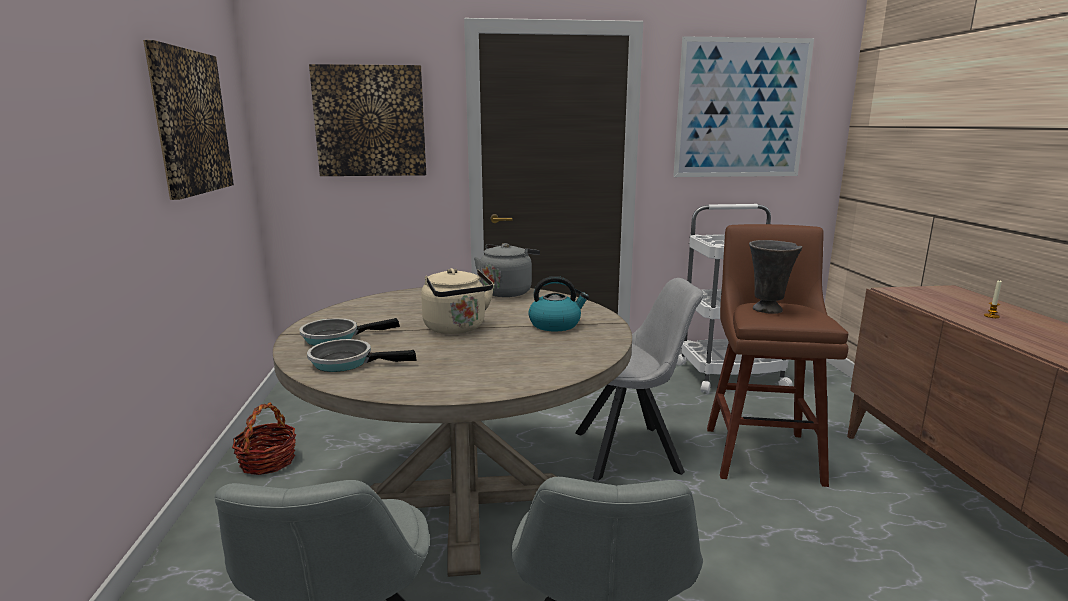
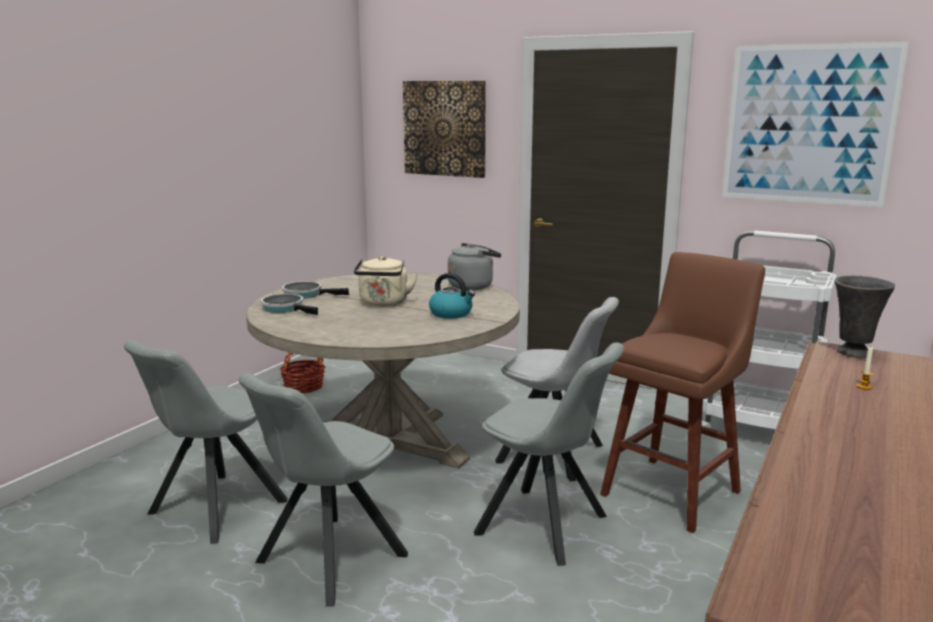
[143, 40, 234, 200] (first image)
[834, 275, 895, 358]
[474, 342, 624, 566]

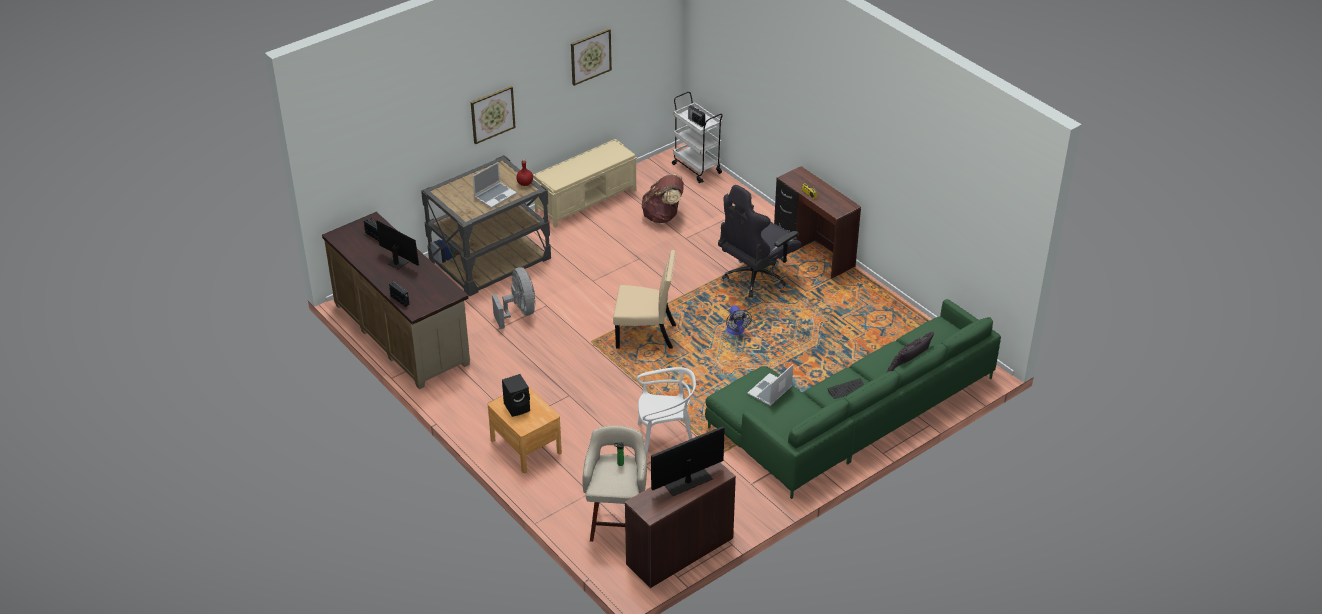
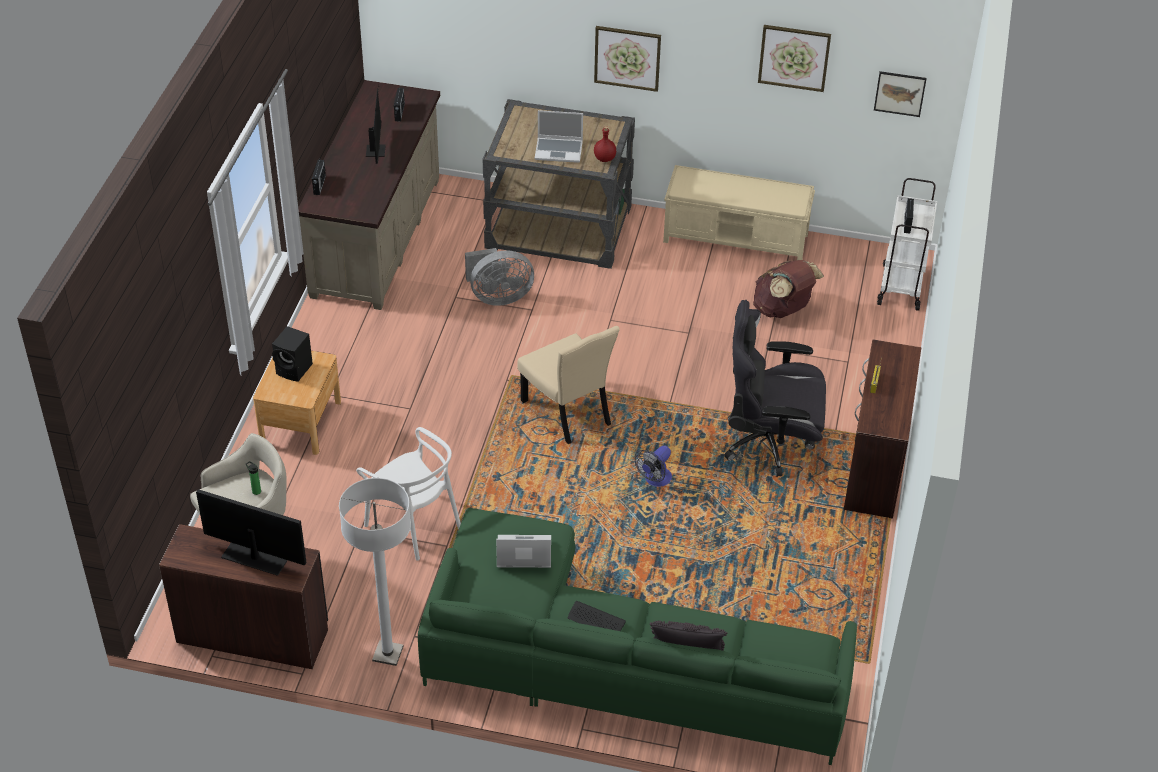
[465, 248, 534, 306]
[339, 478, 411, 666]
[874, 71, 927, 117]

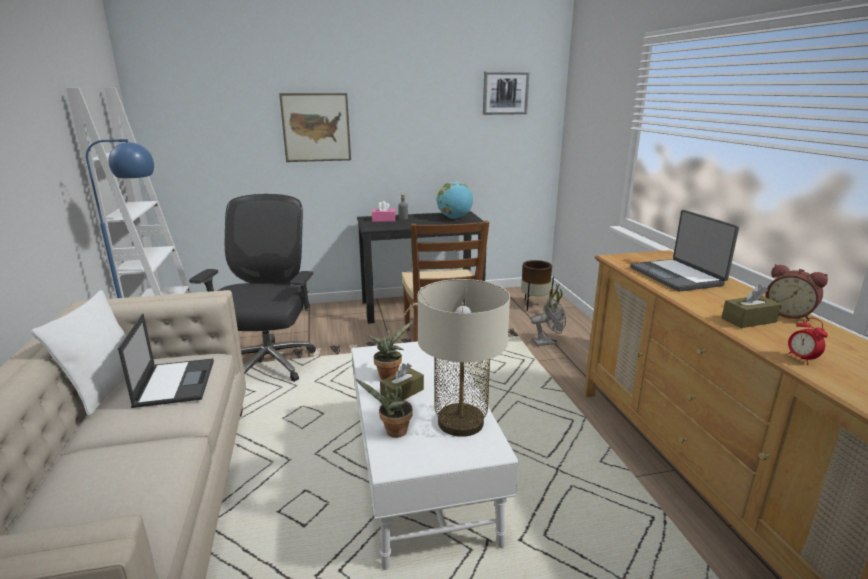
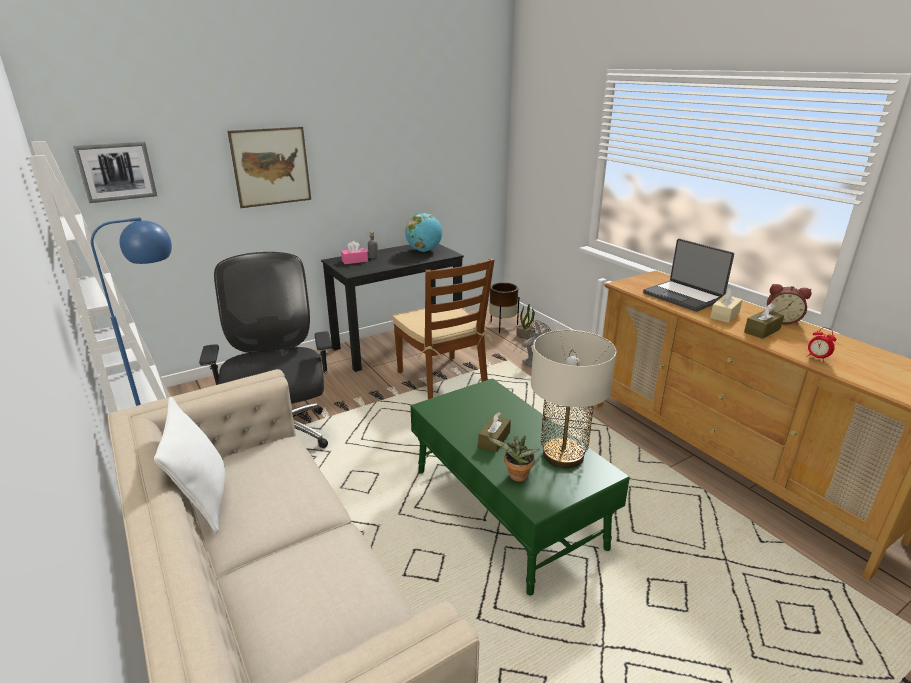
[118, 314, 214, 408] (first image)
[410, 378, 630, 596]
[368, 321, 413, 380] (first image)
[73, 142, 157, 203]
[710, 288, 743, 323]

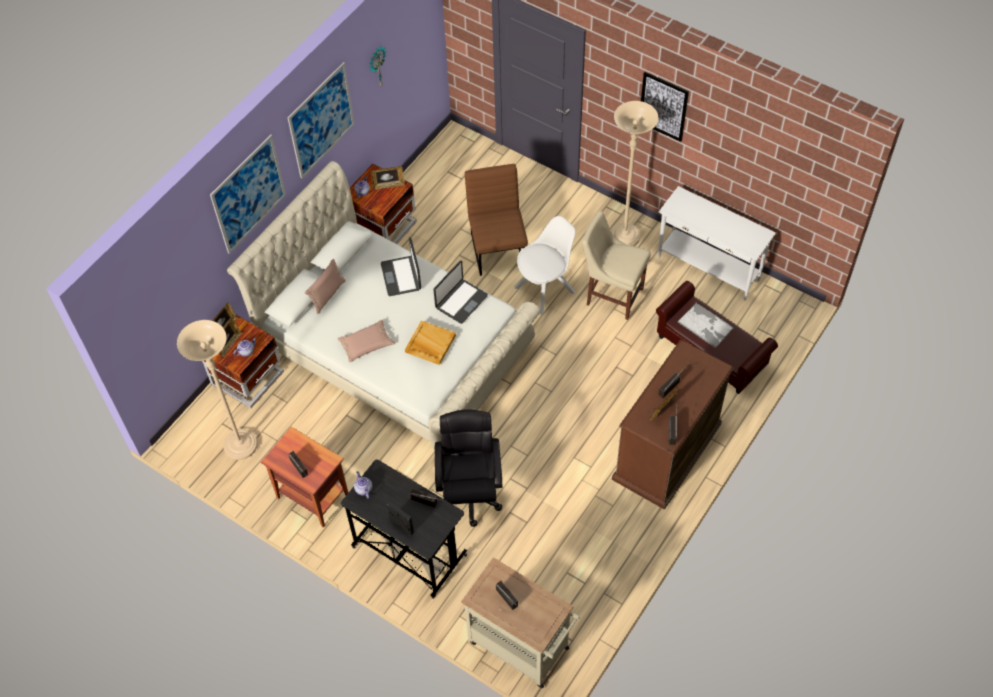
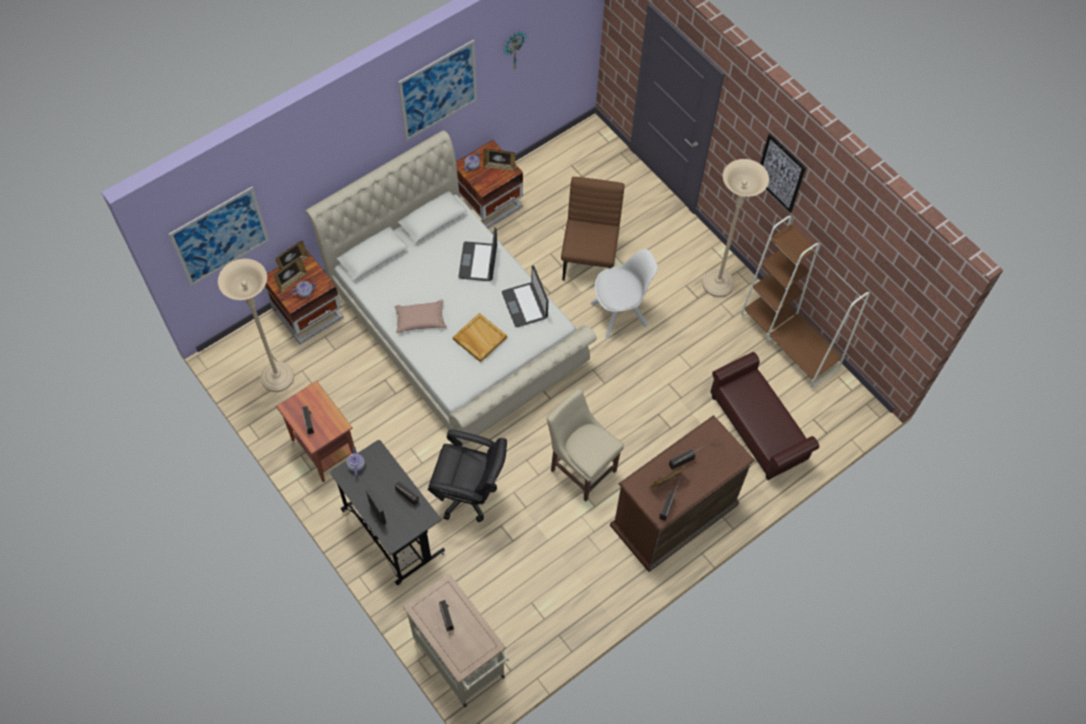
[169, 187, 269, 286]
[305, 259, 346, 314] (first image)
[502, 265, 548, 327]
[428, 430, 507, 522]
[547, 389, 624, 501]
[741, 216, 870, 387]
[677, 303, 734, 348] (first image)

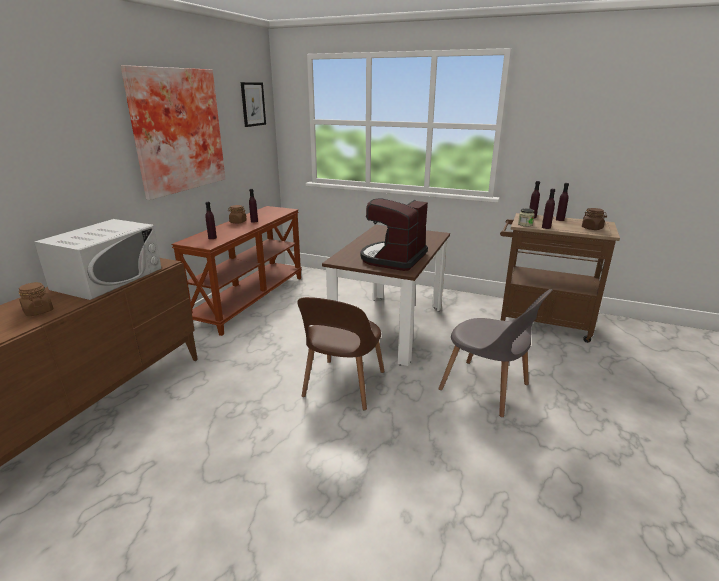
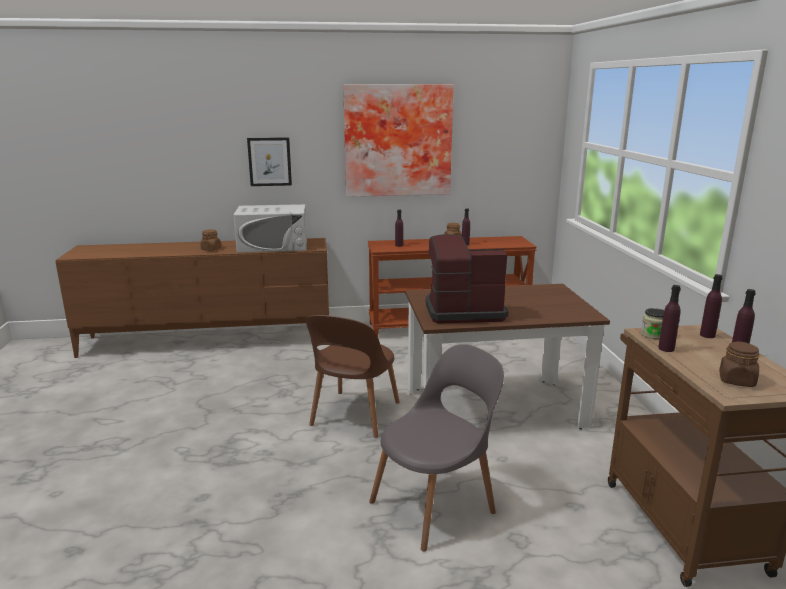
[247, 137, 292, 186]
[306, 315, 400, 438]
[369, 344, 504, 551]

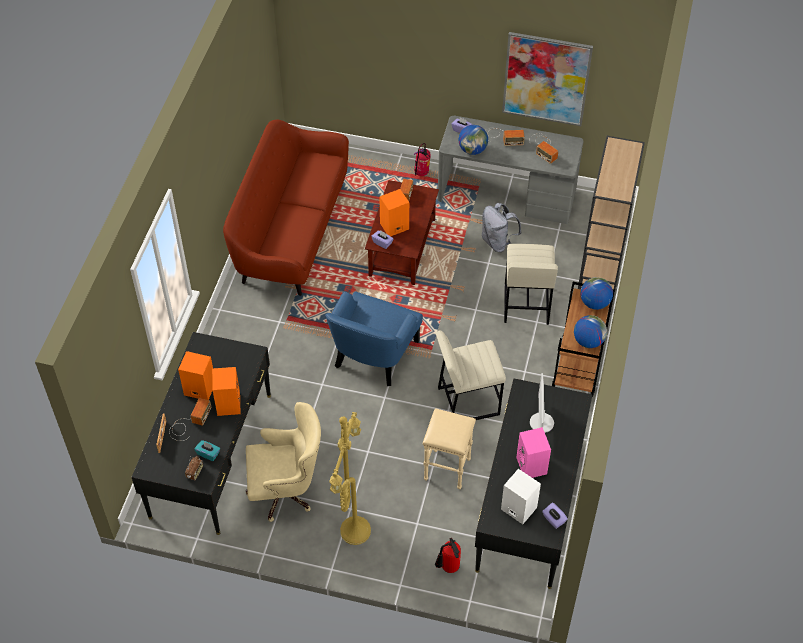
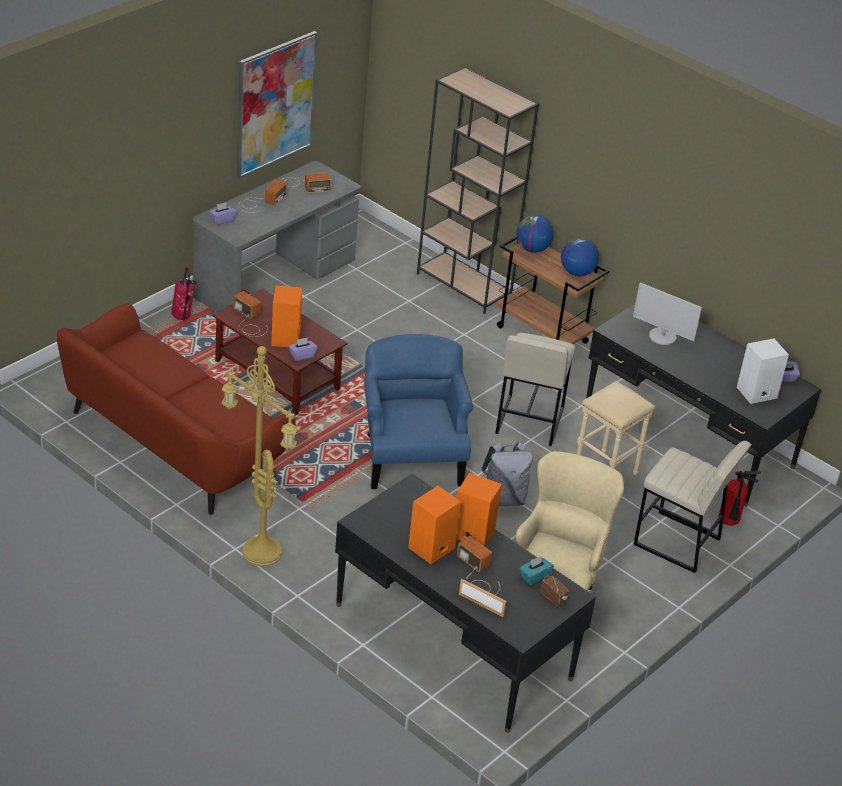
[364, 334, 474, 489]
[221, 346, 298, 566]
[458, 125, 488, 155] (first image)
[481, 442, 533, 506]
[633, 441, 752, 573]
[516, 427, 551, 478] (first image)

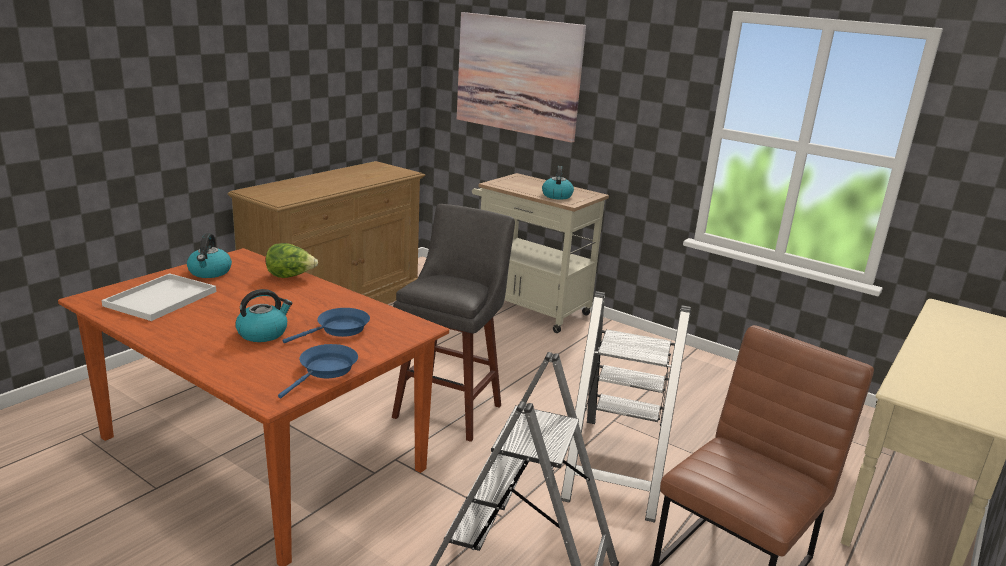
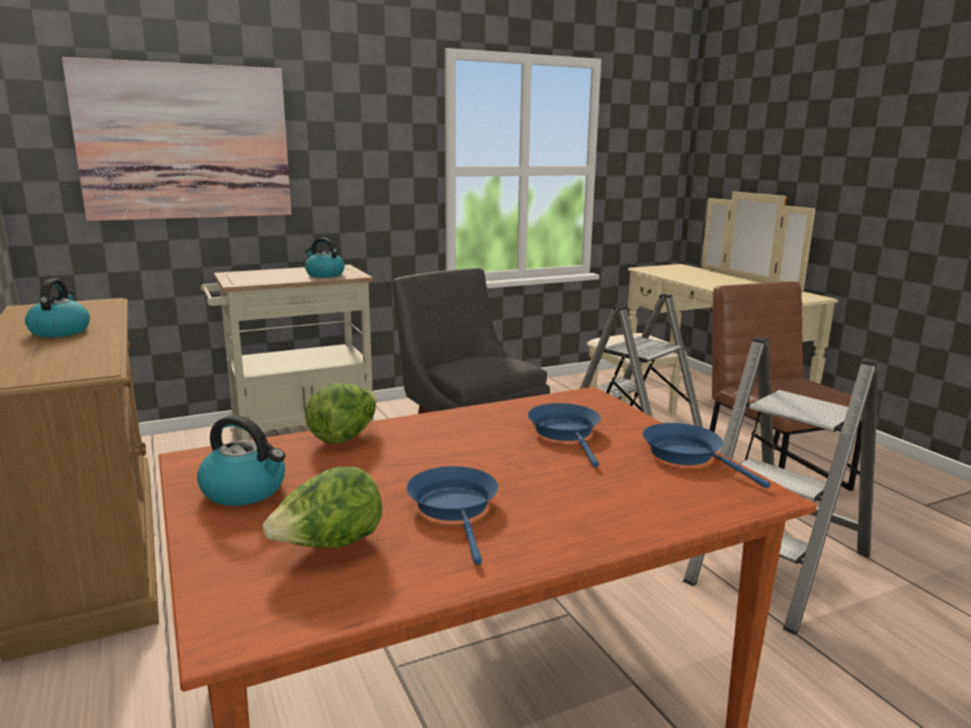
[263, 467, 382, 548]
[25, 279, 90, 337]
[406, 466, 498, 565]

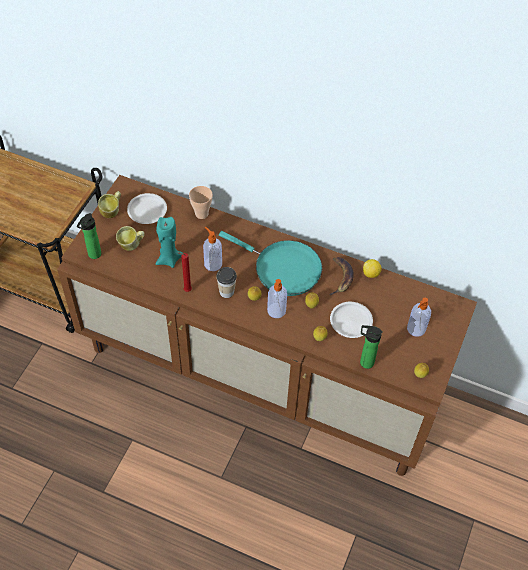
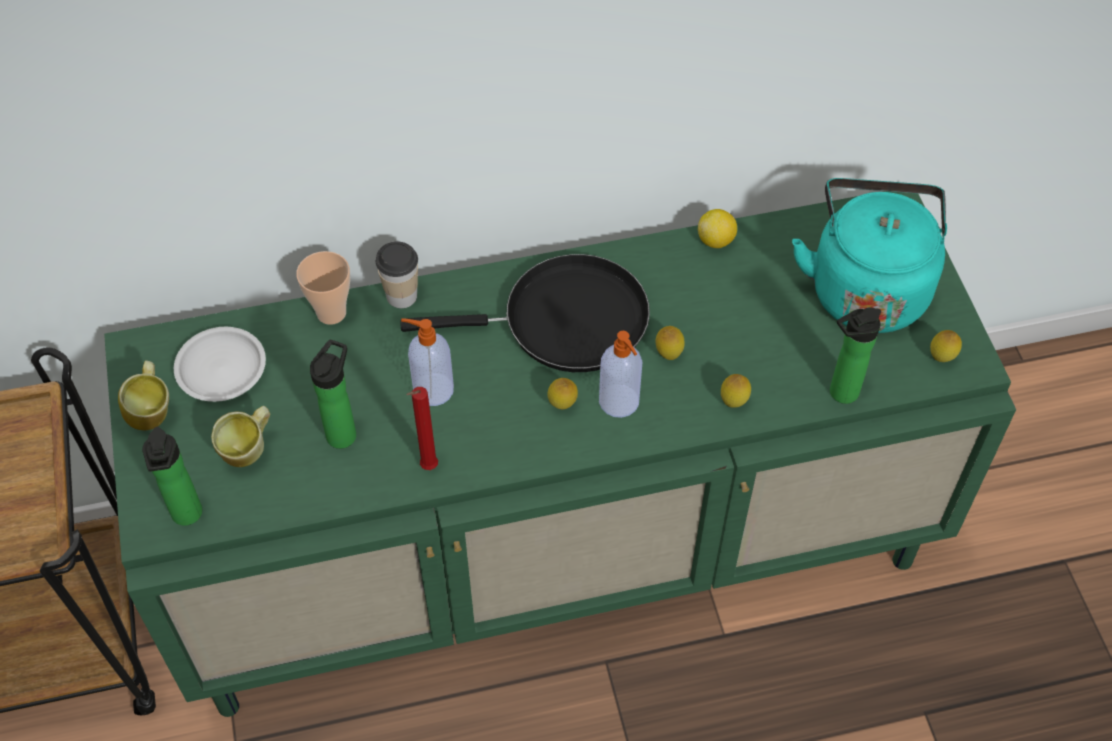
[104, 191, 1016, 717]
[310, 340, 356, 449]
[376, 241, 418, 308]
[400, 254, 650, 372]
[329, 257, 354, 295] (first image)
[330, 302, 373, 338] (first image)
[792, 178, 947, 333]

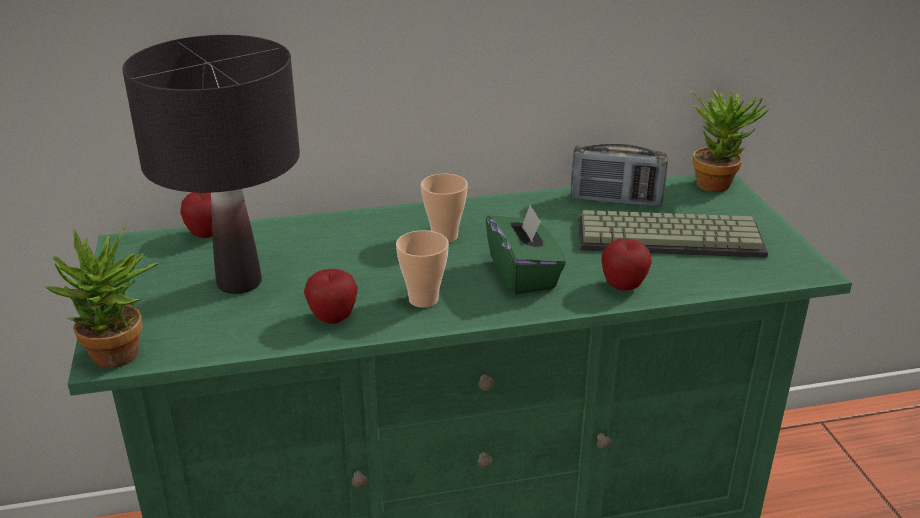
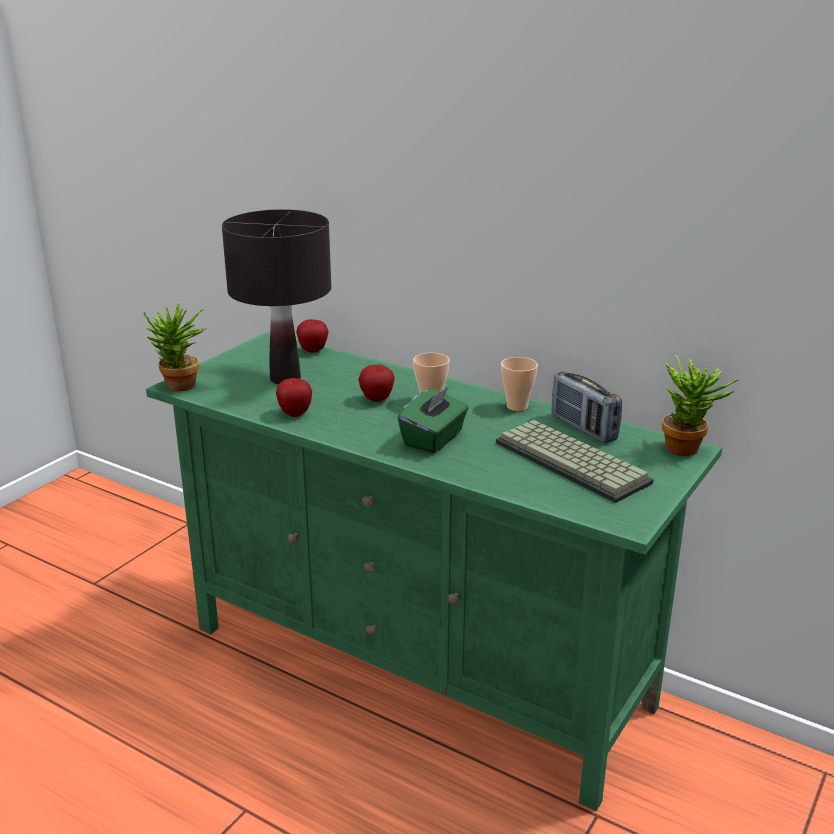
[501, 357, 538, 411]
[358, 365, 395, 402]

